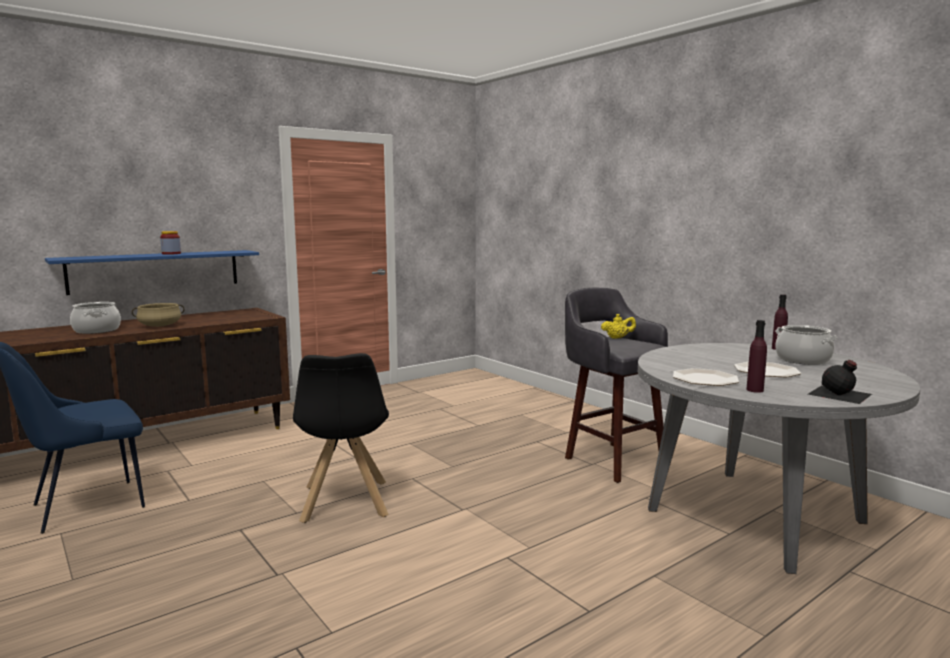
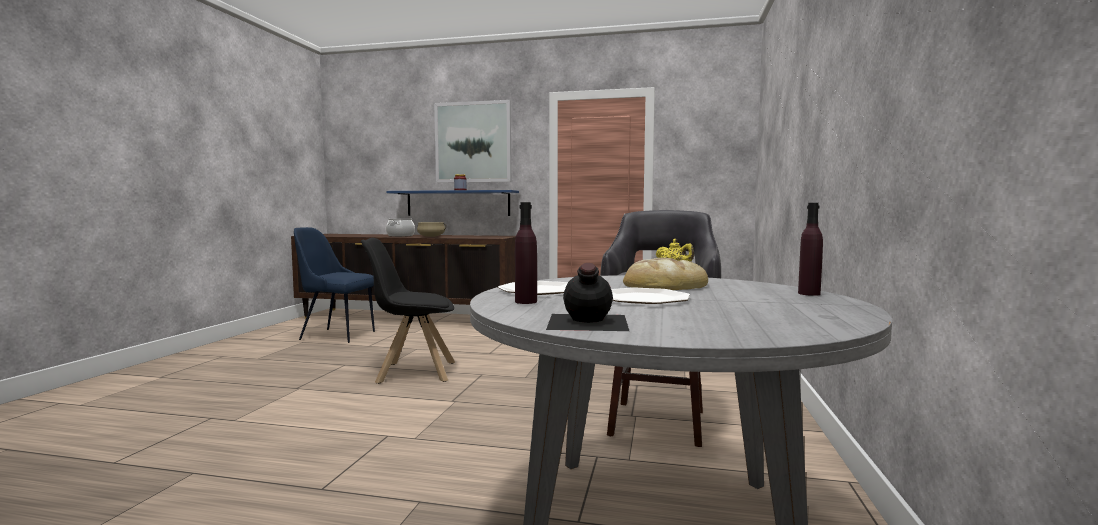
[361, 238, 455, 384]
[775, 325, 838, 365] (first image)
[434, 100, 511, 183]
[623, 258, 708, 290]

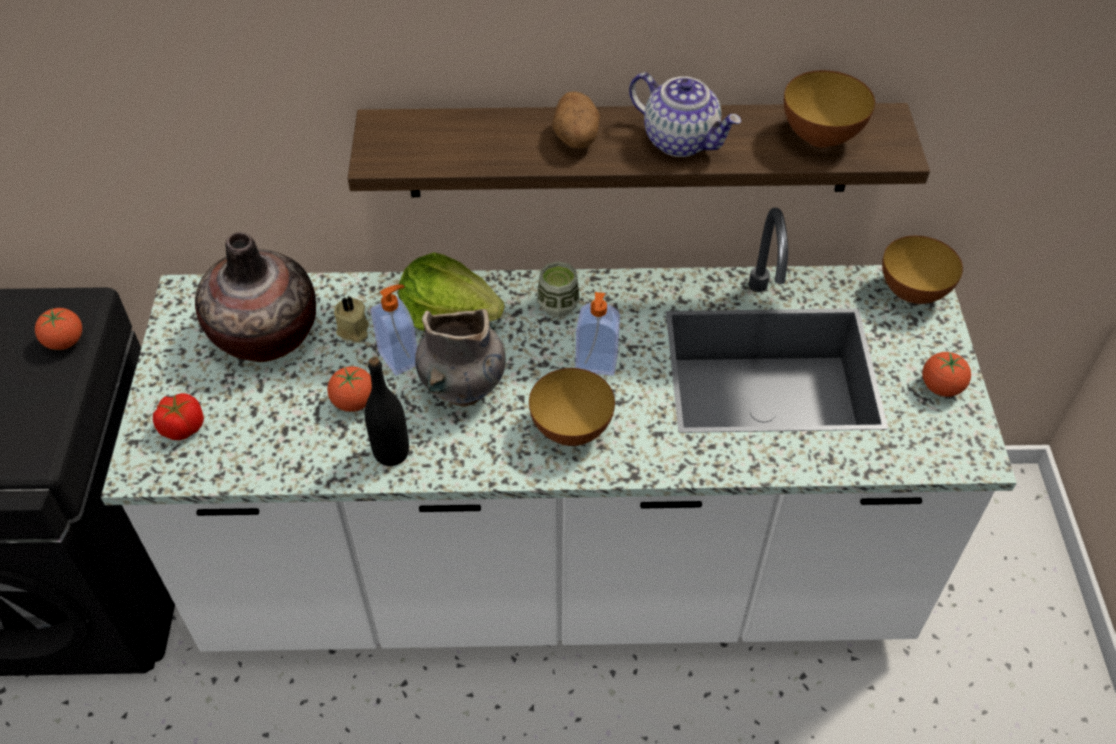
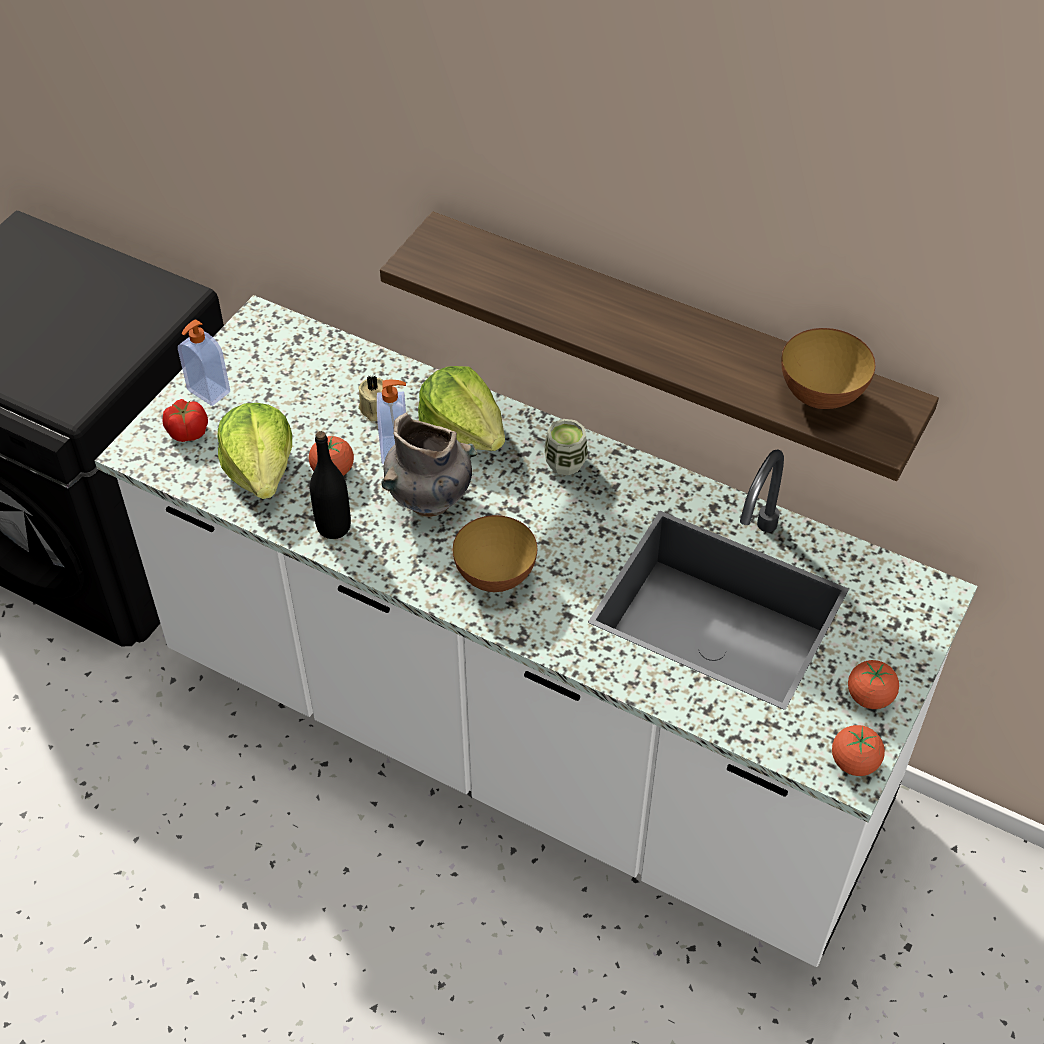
[832, 725, 885, 776]
[195, 232, 316, 362] (first image)
[552, 91, 600, 149] (first image)
[178, 319, 230, 406]
[629, 72, 742, 157] (first image)
[882, 236, 963, 304] (first image)
[217, 403, 292, 499]

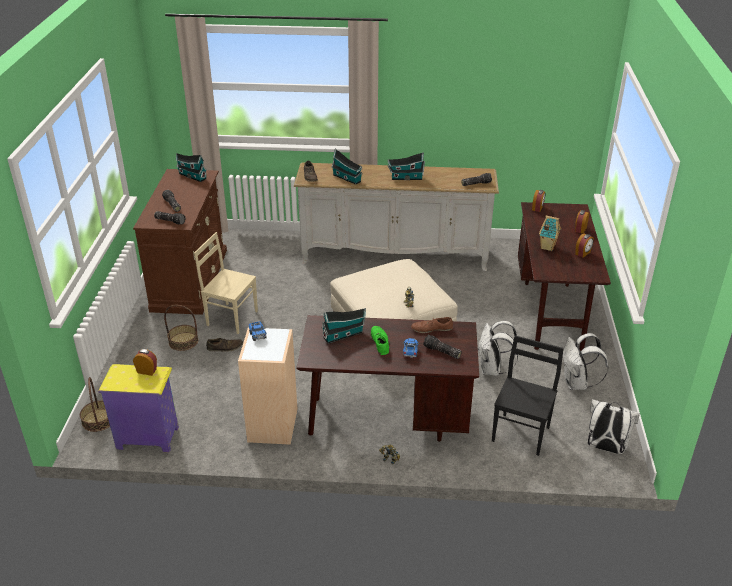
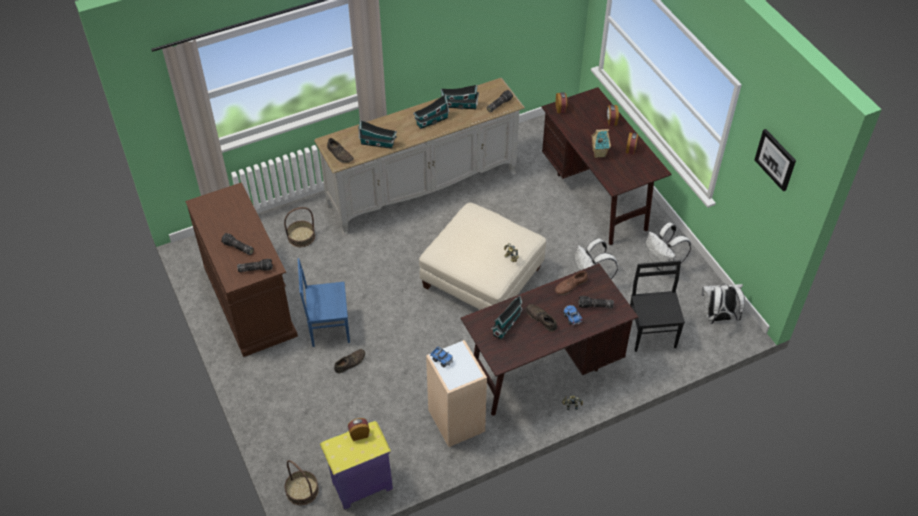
[284, 207, 315, 247]
[441, 85, 479, 109]
[298, 258, 350, 347]
[526, 304, 557, 332]
[754, 129, 796, 191]

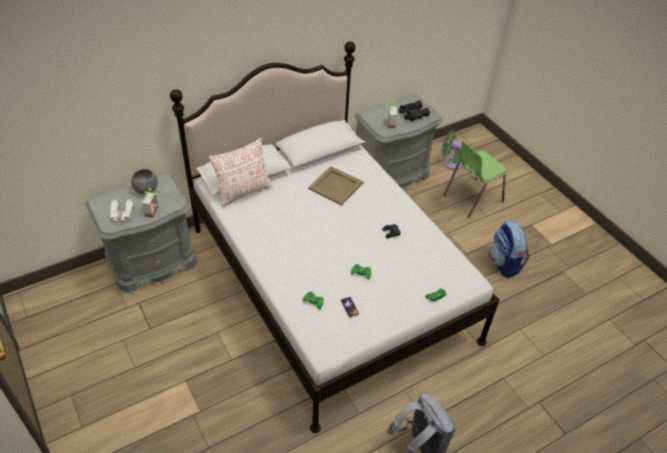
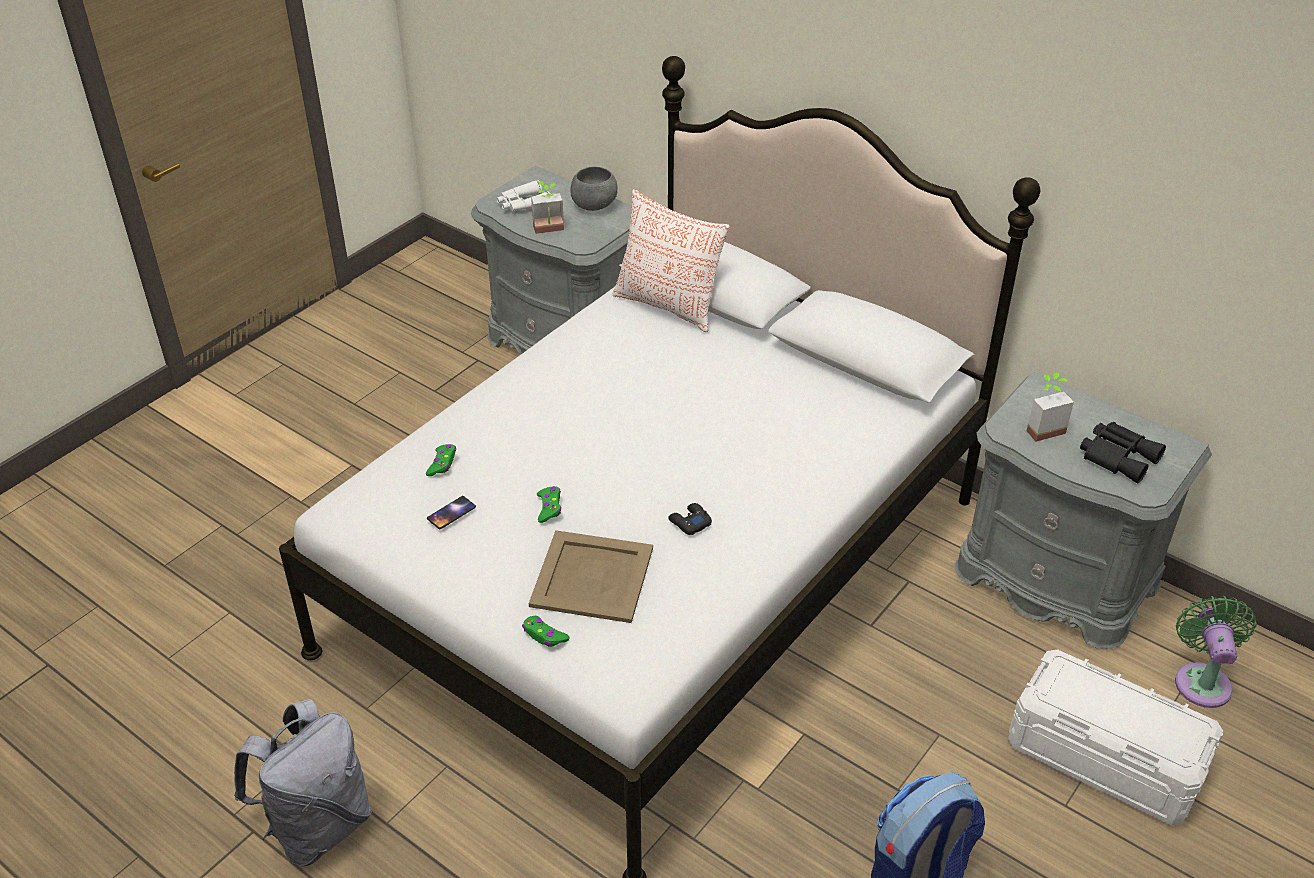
[529, 530, 653, 623]
[1008, 649, 1223, 825]

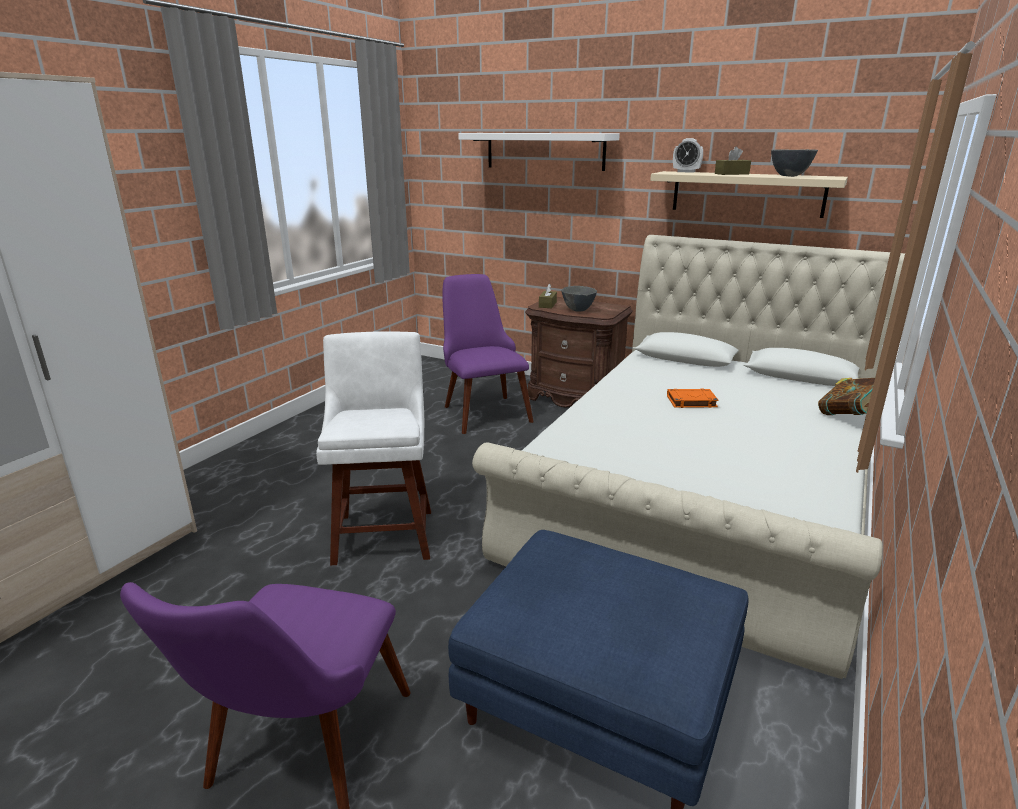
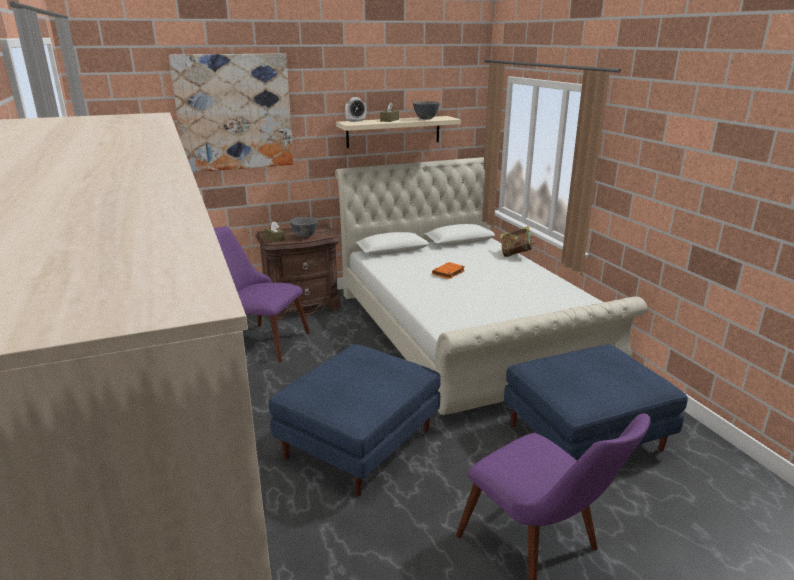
[269, 344, 441, 496]
[169, 53, 294, 172]

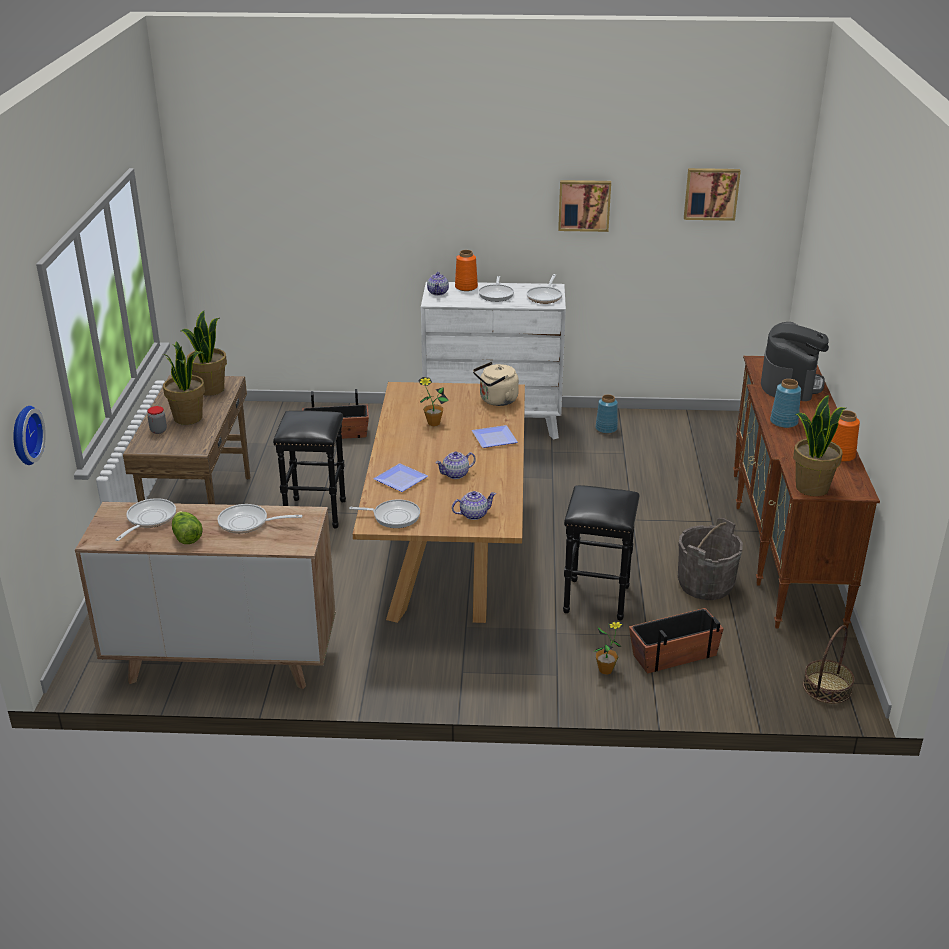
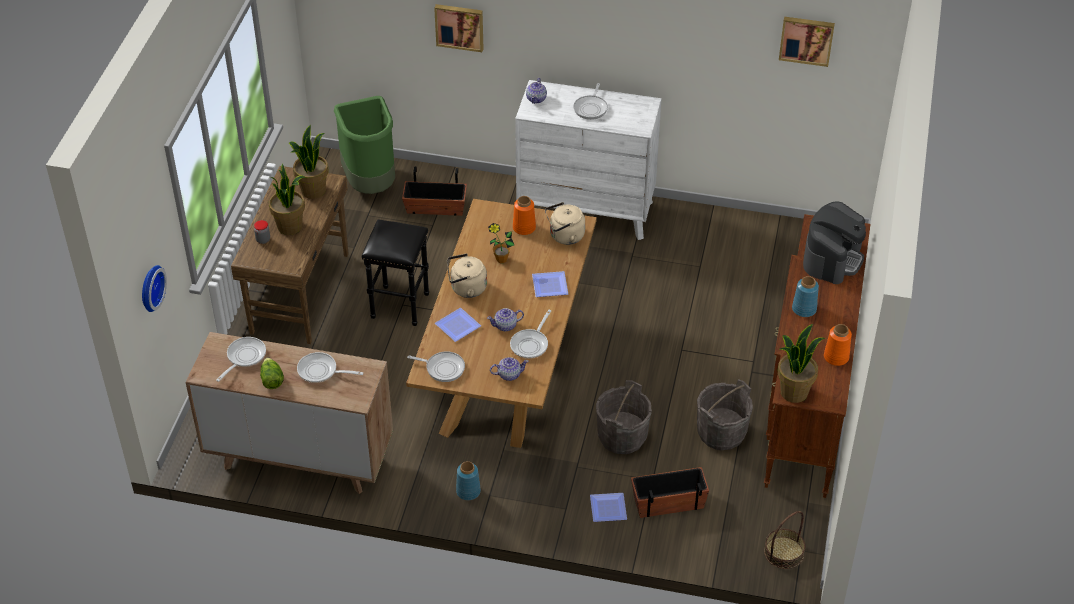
[513, 196, 536, 235]
[510, 310, 551, 359]
[434, 4, 484, 52]
[596, 380, 652, 454]
[590, 493, 627, 522]
[456, 461, 481, 501]
[334, 96, 395, 194]
[447, 253, 487, 298]

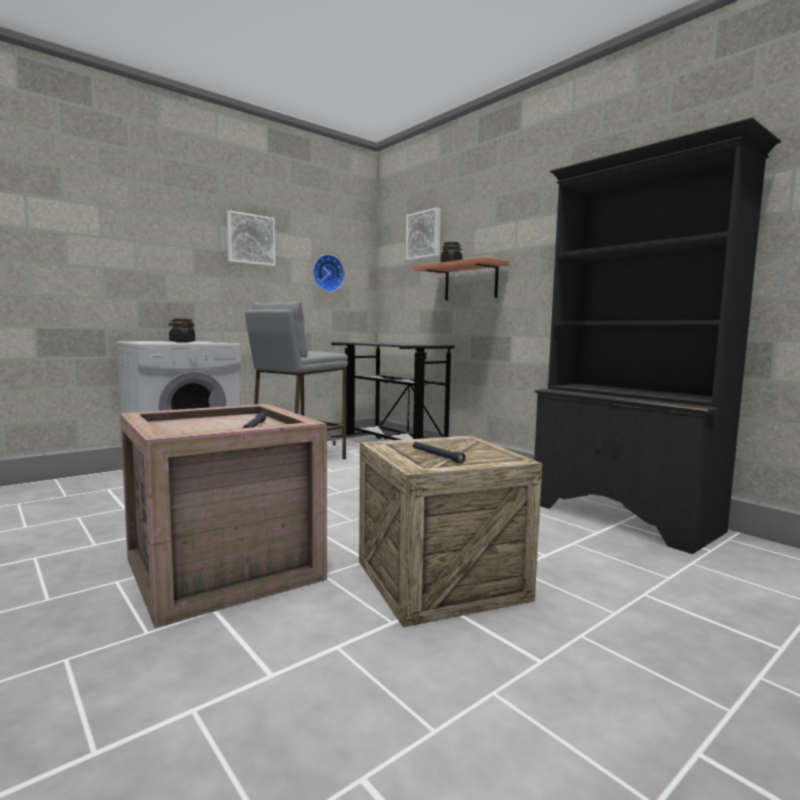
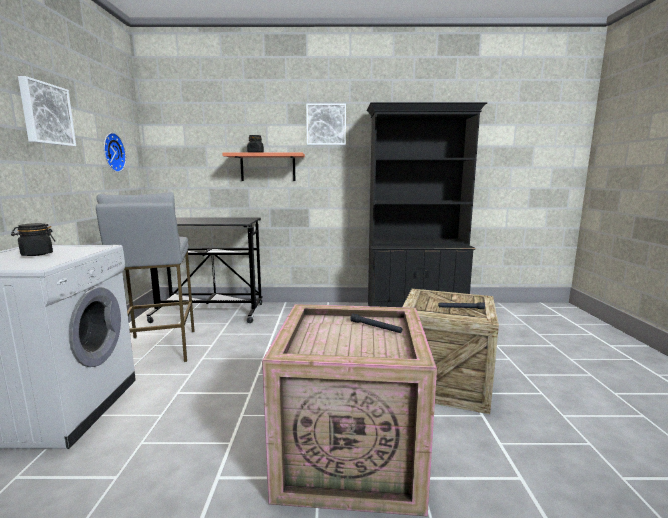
[306, 103, 346, 145]

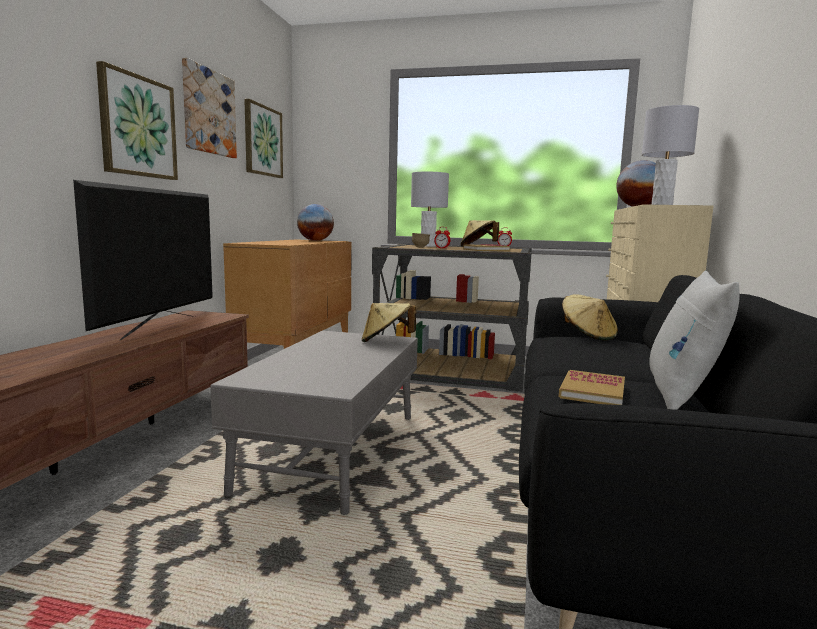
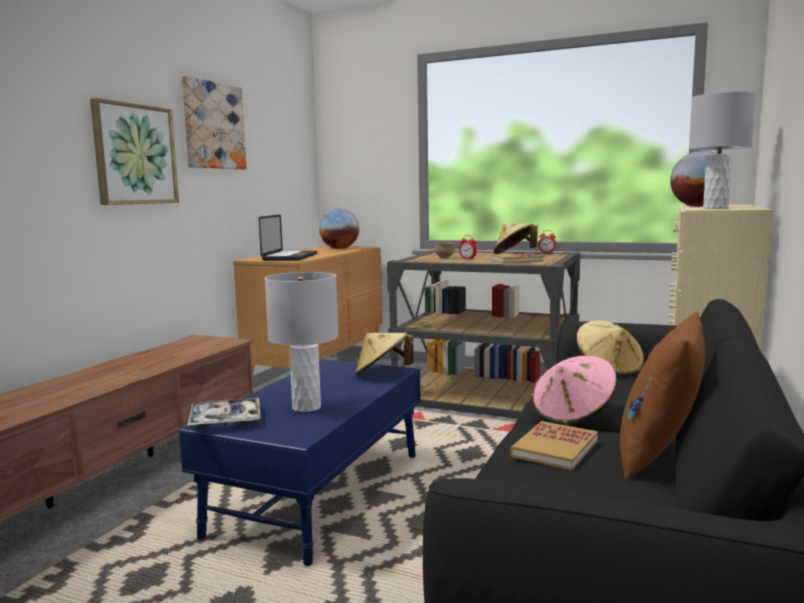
[73, 180, 213, 340] (first image)
[179, 359, 421, 566]
[244, 99, 283, 178] (first image)
[265, 272, 338, 412]
[620, 312, 705, 480]
[187, 398, 261, 426]
[259, 214, 317, 261]
[533, 356, 617, 425]

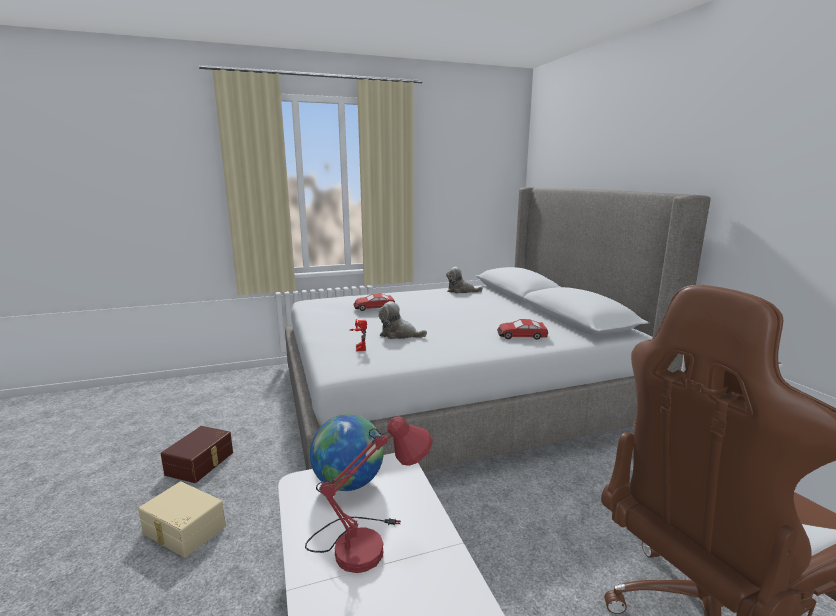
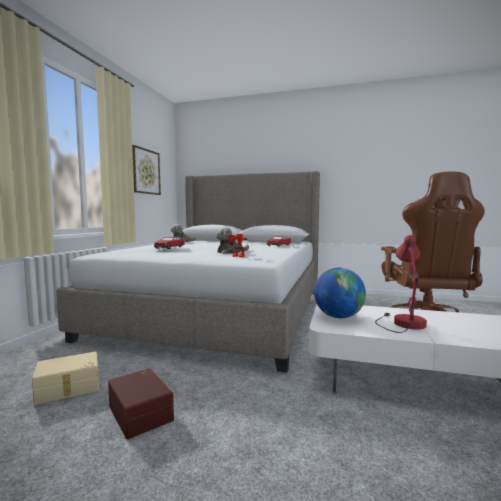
[32, 352, 99, 405]
[132, 145, 161, 195]

